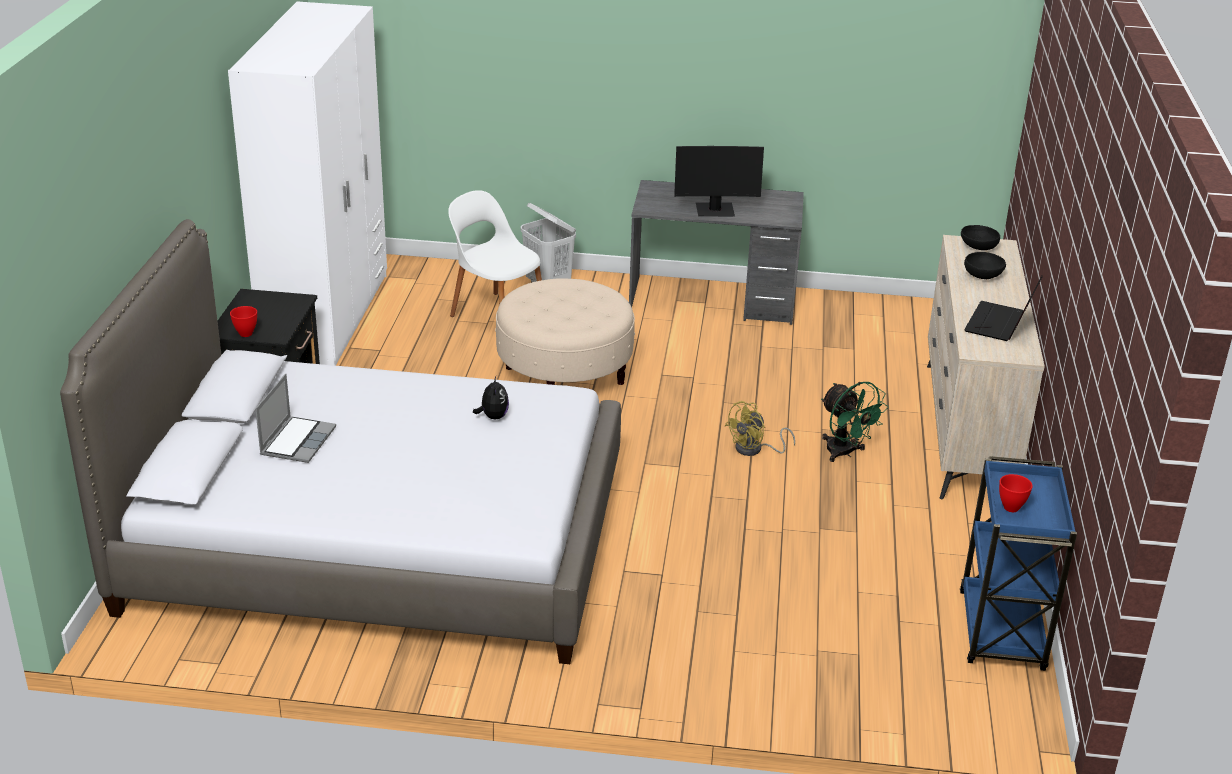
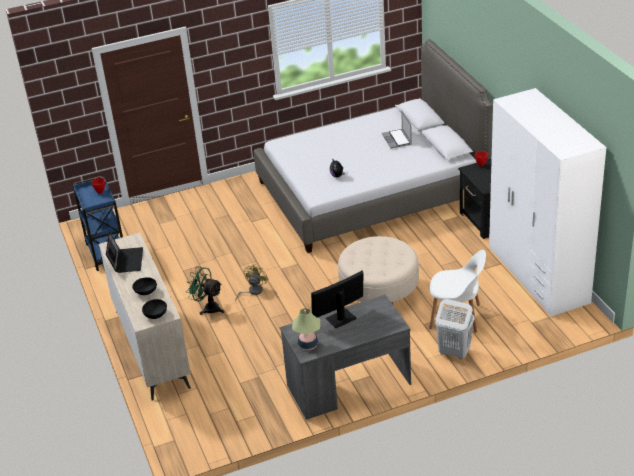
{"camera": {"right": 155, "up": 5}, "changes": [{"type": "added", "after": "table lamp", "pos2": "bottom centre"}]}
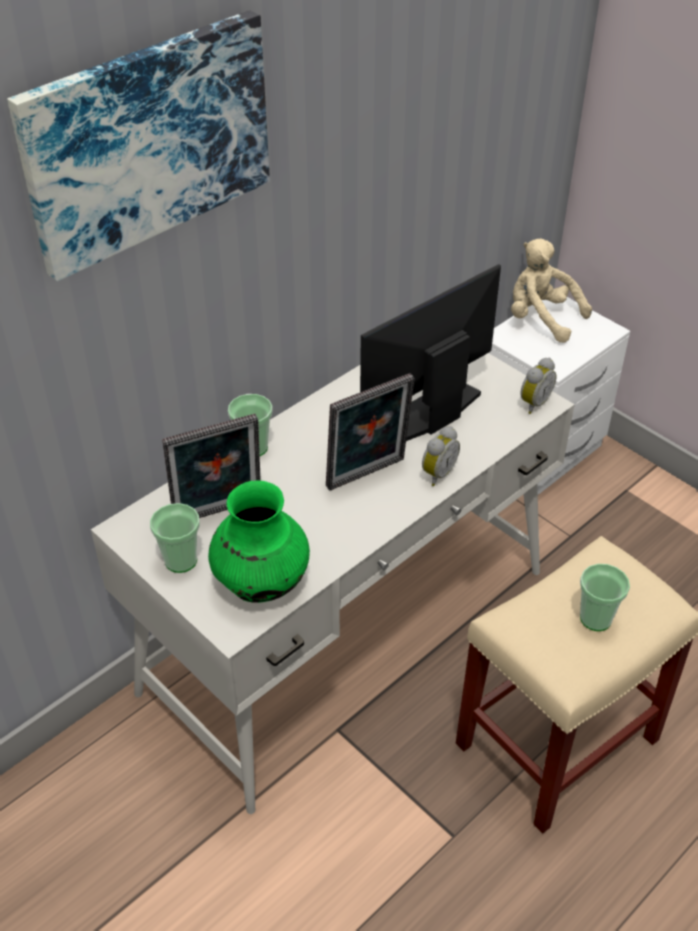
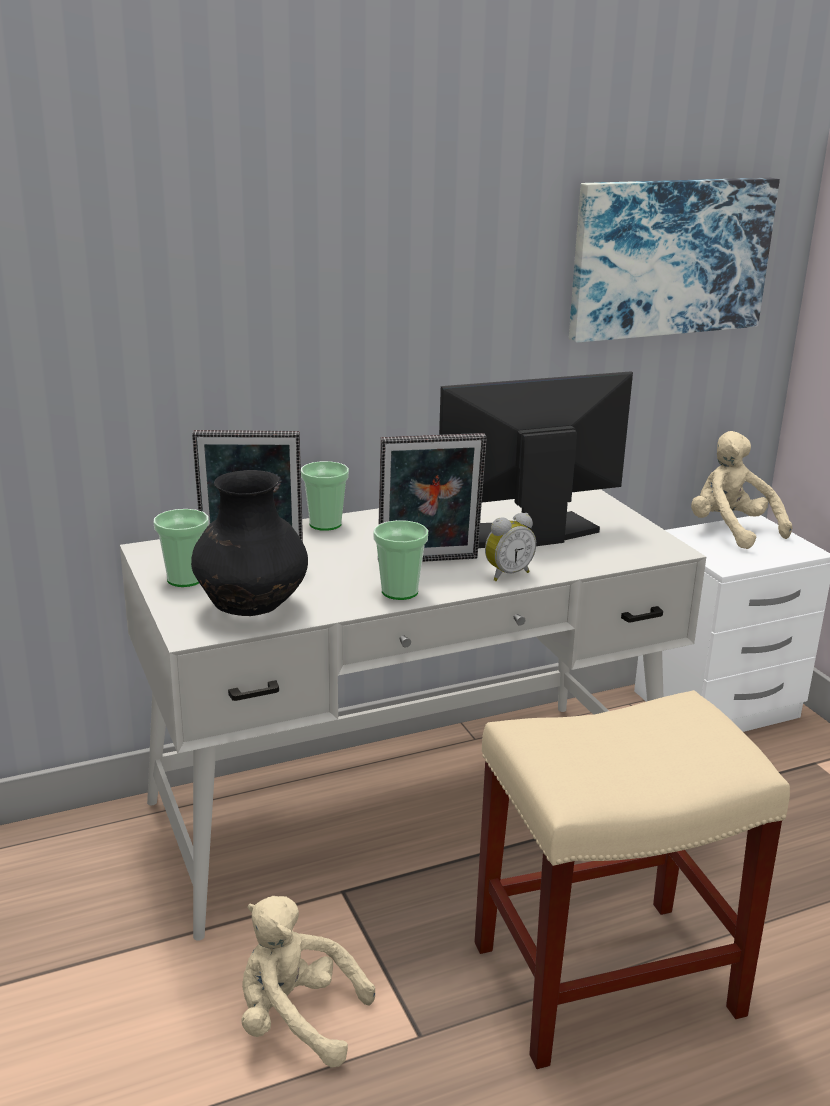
{"camera": {"right": 20, "up": -20}, "changes": [{"type": "removed", "before": "alarm clock (2nd from left)", "pos1": "middle right"}, {"type": "added", "after": "plush toy/beige (1st from left)", "pos2": "bottom centre"}, {"type": "moved", "before": "picture", "pos1": "top left", "pos2": "top right"}, {"type": "moved", "before": "cup (3rd from left)", "pos1": "middle right", "pos2": "centre"}, {"type": "recoloured", "before": "vase/green", "after": "vase/black", "pos1": "centre", "pos2": "middle left"}]}
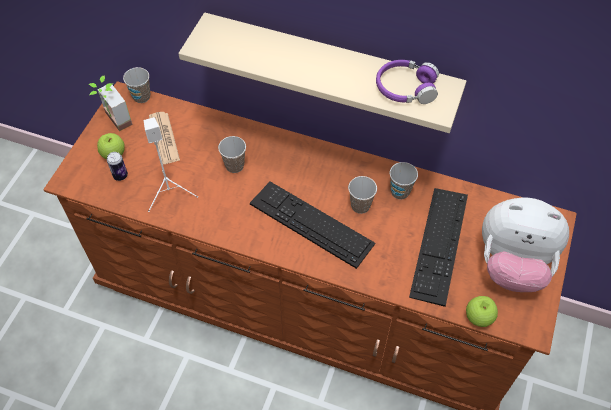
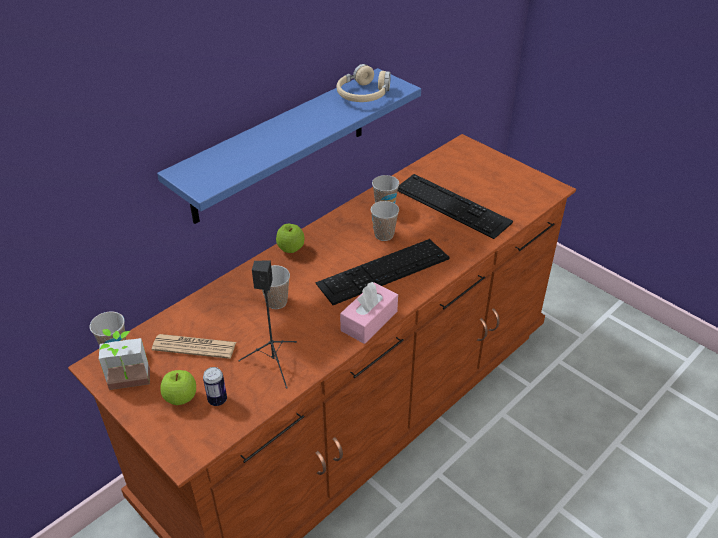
{"camera": {"right": -65, "up": -15}, "changes": [{"type": "removed", "before": "plush toy", "pos1": "middle right"}, {"type": "added", "after": "tissue box/pink", "pos2": "centre"}, {"type": "moved", "before": "apple (2nd from left)", "pos1": "bottom right", "pos2": "centre"}, {"type": "recoloured", "before": "speaker/white", "after": "speaker/black", "pos1": "middle left", "pos2": "centre"}, {"type": "recoloured", "before": "shelf/beige", "after": "shelf/blue", "pos1": "top centre", "pos2": "top centre"}, {"type": "recoloured", "before": "headphones/purple", "after": "headphones/beige", "pos1": "top centre", "pos2": "top centre"}]}
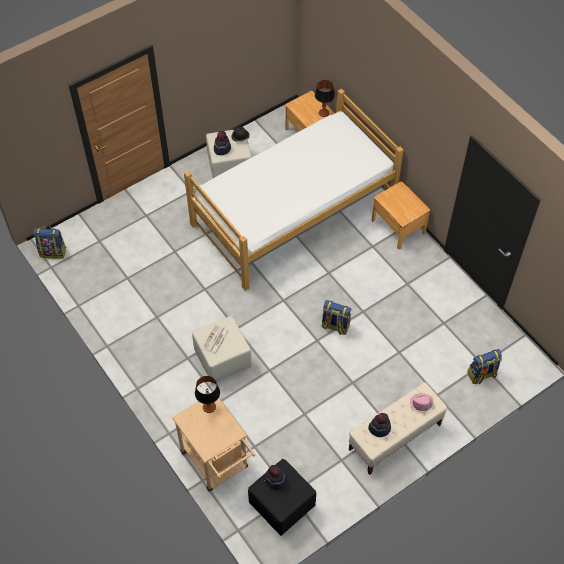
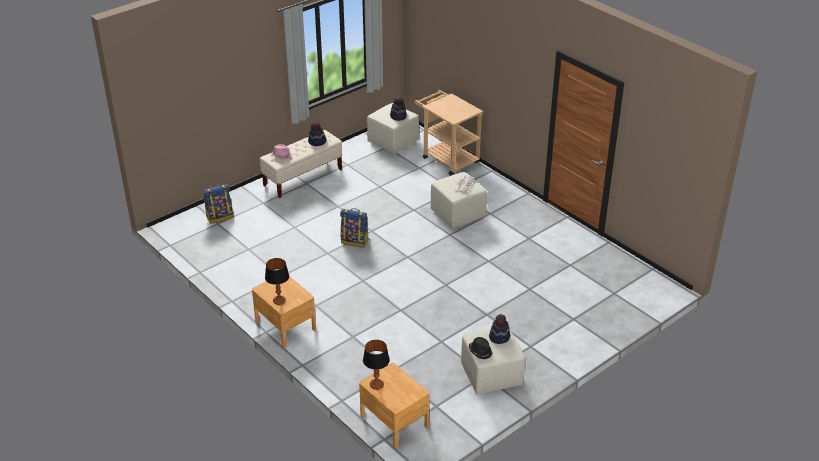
{"camera": {"right": 175, "up": -20}, "changes": [{"type": "removed", "before": "backpack (1st from left)", "pos1": "middle left"}, {"type": "removed", "before": "bed", "pos1": "centre"}, {"type": "moved", "before": "table lamp (1st from left)", "pos1": "bottom centre", "pos2": "centre"}, {"type": "recoloured", "before": "ottoman/black", "after": "ottoman/beige (1st from left)", "pos1": "bottom centre", "pos2": "top centre"}]}
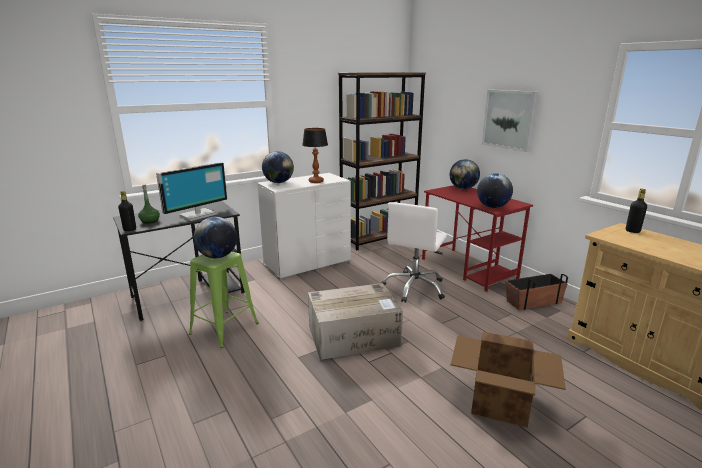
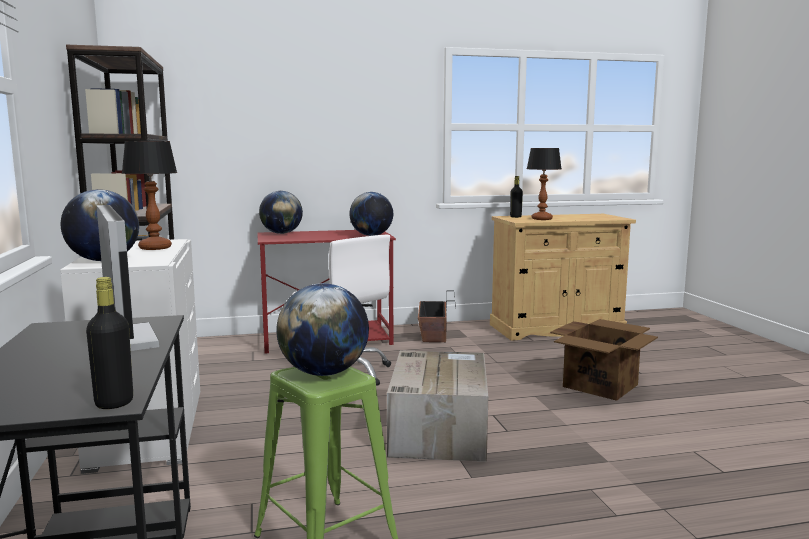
{"camera": {"right": -70, "up": -10}, "changes": [{"type": "removed", "before": "bottle/green", "pos1": "middle left"}, {"type": "removed", "before": "picture", "pos1": "top right"}, {"type": "added", "after": "table lamp (2nd from left)", "pos2": "middle right"}]}
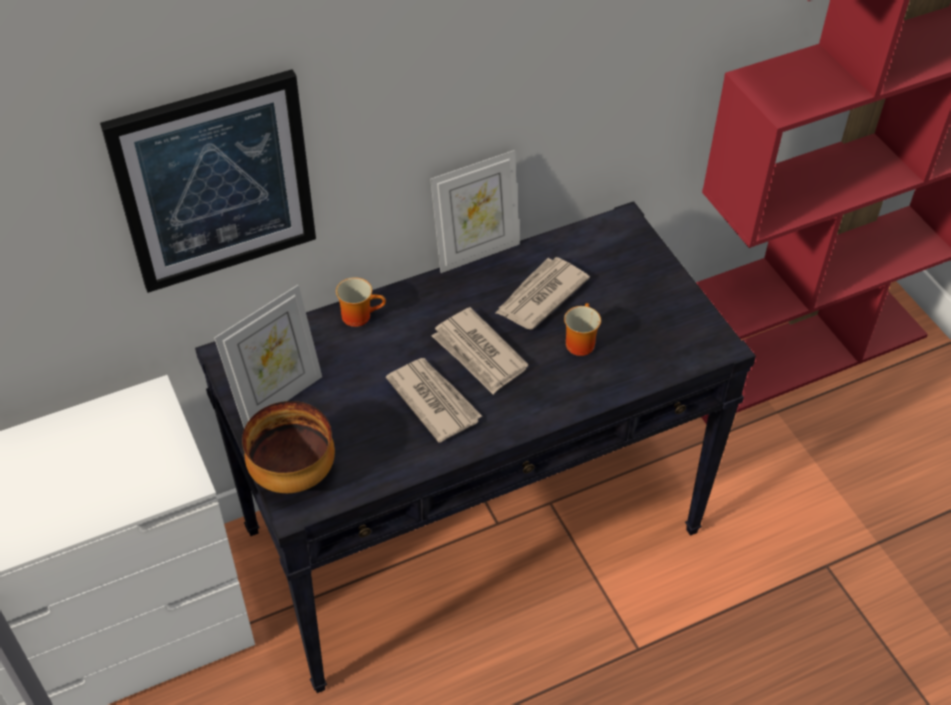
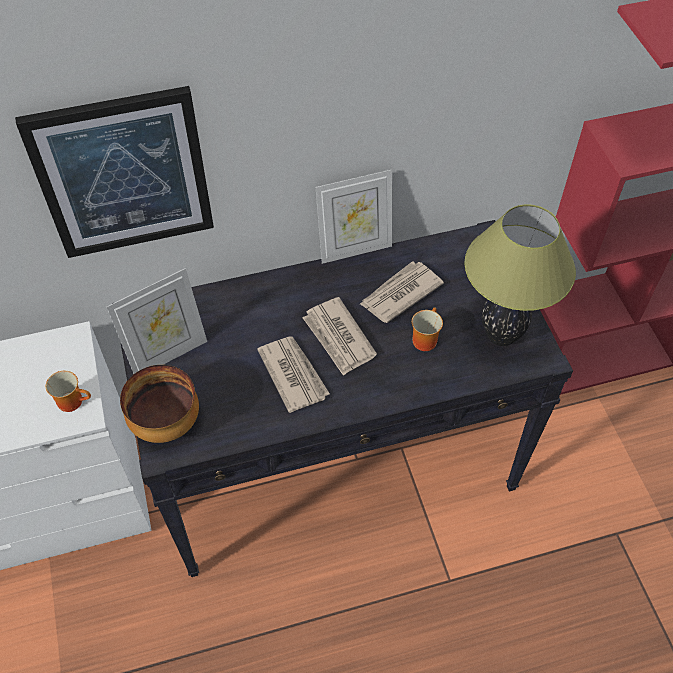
{"camera": {"right": 10, "up": 5}, "changes": [{"type": "added", "after": "table lamp", "pos2": "middle right"}, {"type": "moved", "before": "mug (1st from left)", "pos1": "centre", "pos2": "middle left"}]}
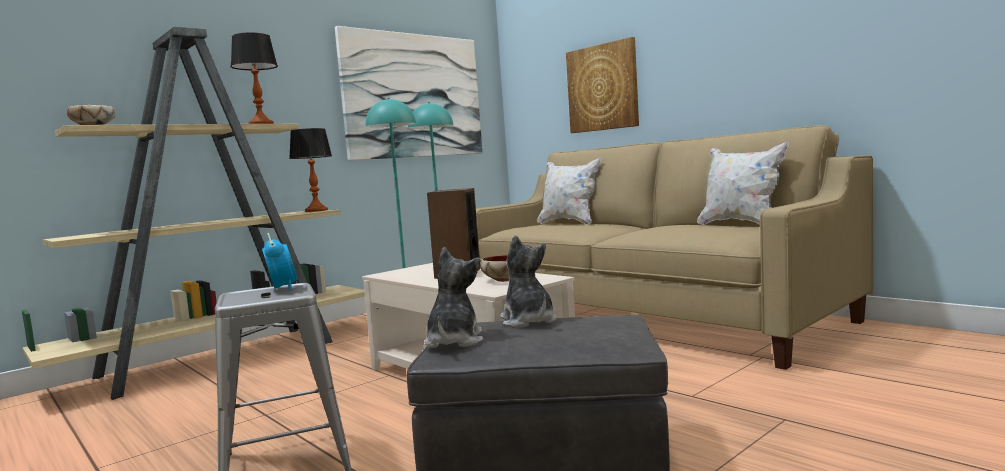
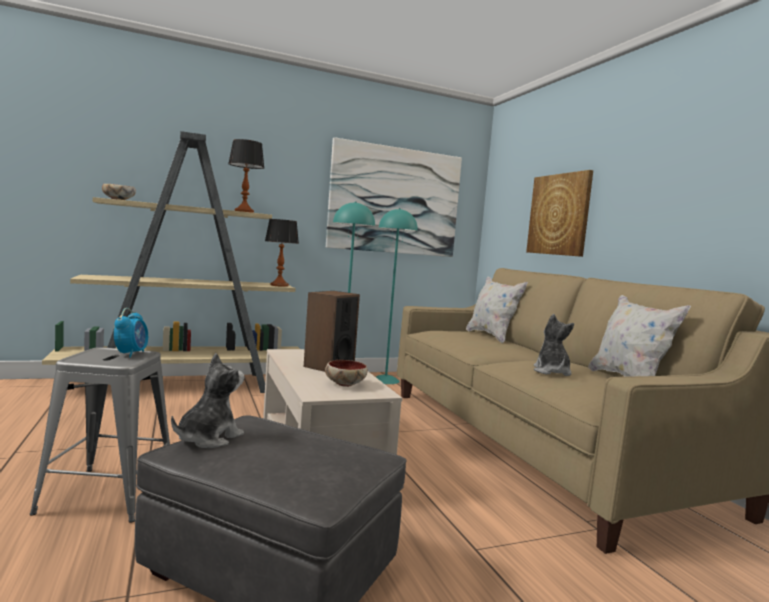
{"camera": {"right": 20, "up": 0}, "changes": [{"type": "moved", "before": "plush toy (2nd from left)", "pos1": "centre", "pos2": "middle right"}]}
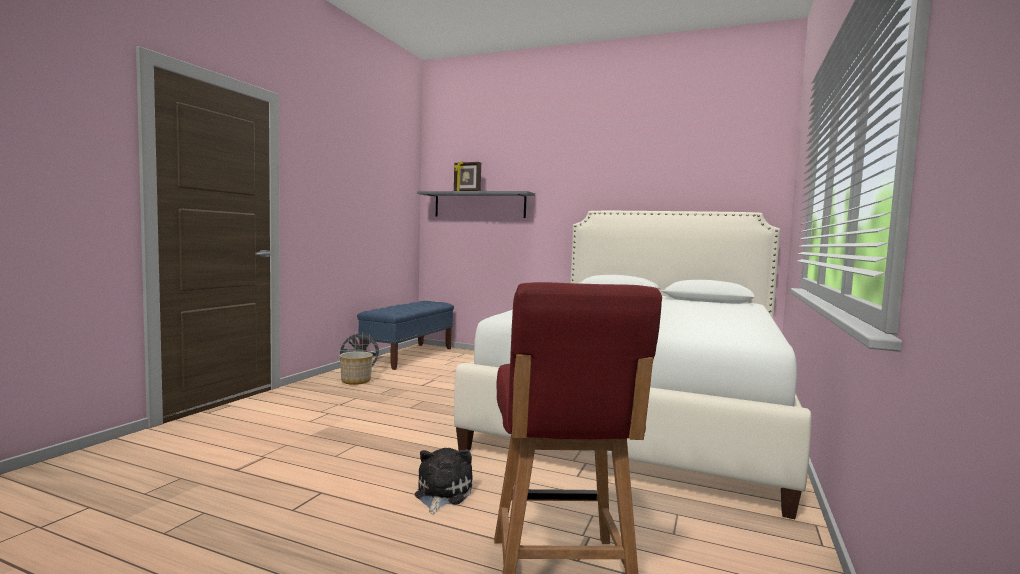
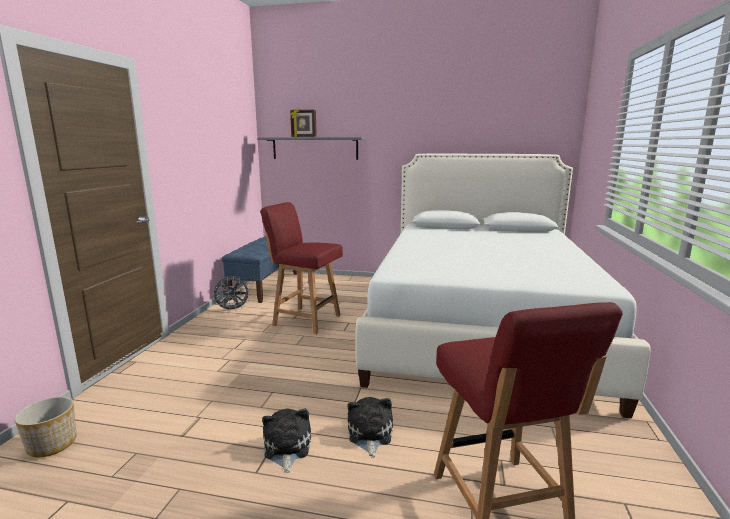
{"camera": {"right": -10, "up": 10}, "changes": [{"type": "added", "after": "chair/red (1st from left)", "pos2": "centre"}, {"type": "added", "after": "plush toy (1st from left)", "pos2": "bottom centre"}, {"type": "moved", "before": "planter", "pos1": "centre", "pos2": "bottom left"}]}
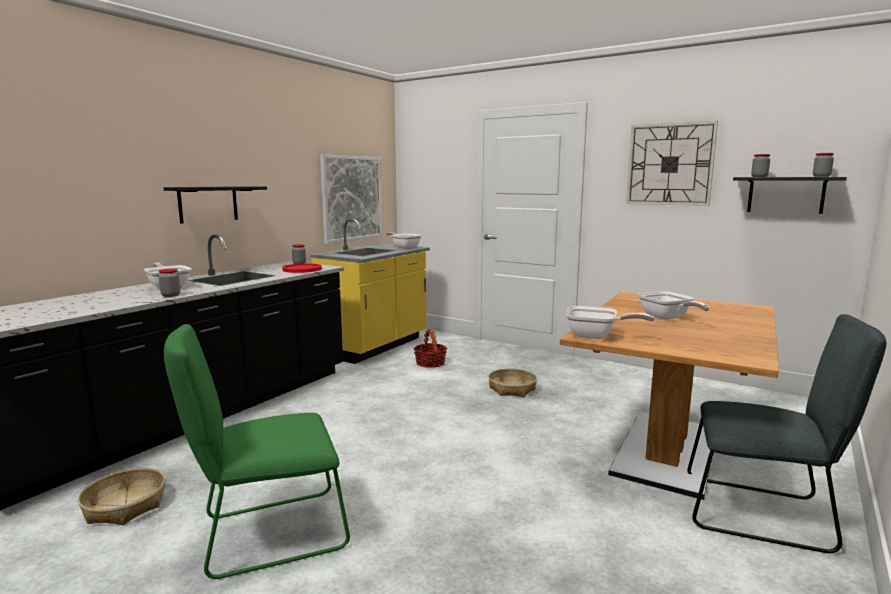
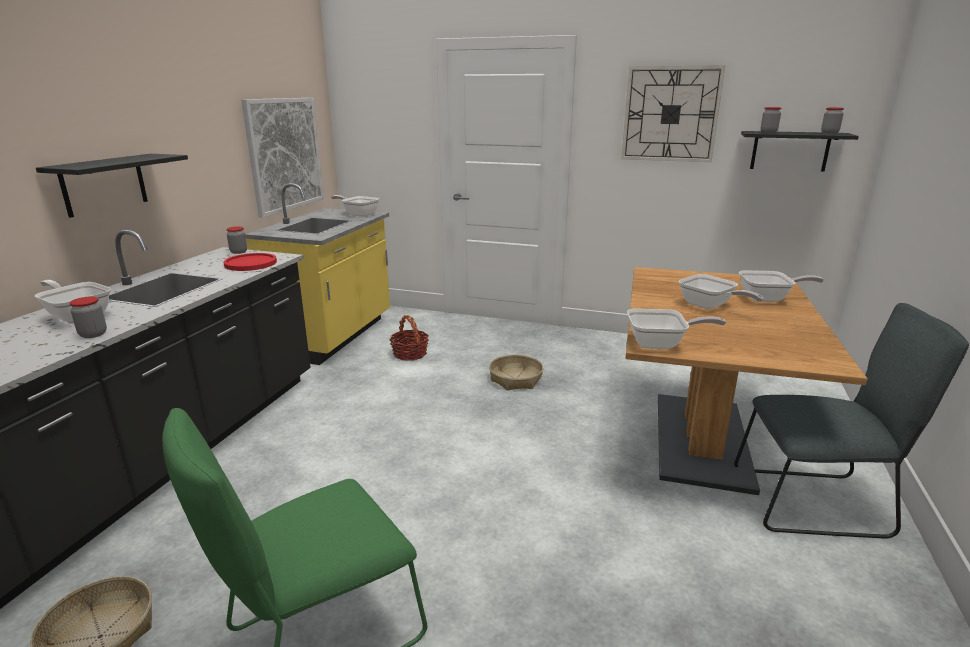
{"camera": {"right": -15, "up": 10}, "changes": [{"type": "added", "after": "frying pan (5th from left)", "pos2": "middle right"}]}
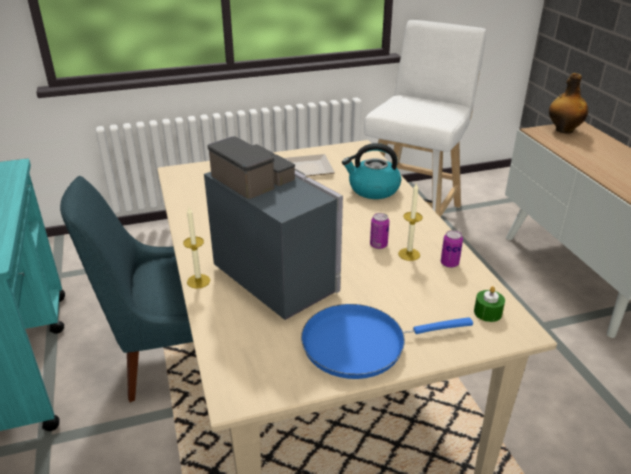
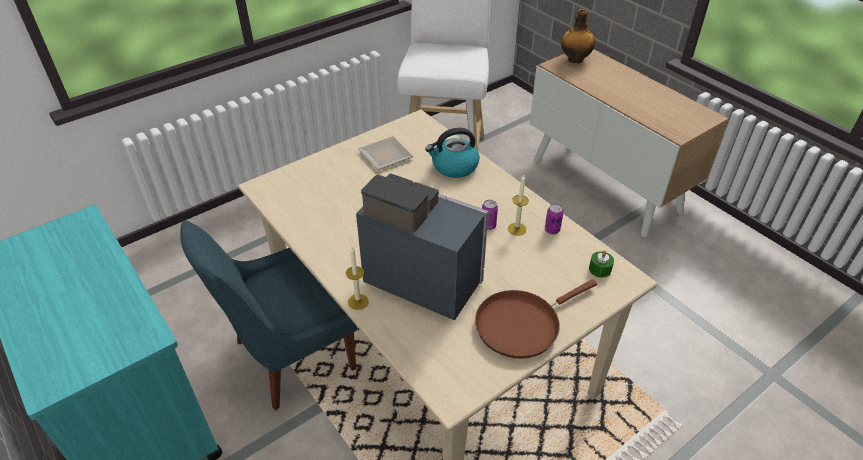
{"camera": {"right": -20, "up": 10}, "changes": [{"type": "recoloured", "before": "frying pan/blue", "after": "frying pan/brown", "pos1": "bottom centre", "pos2": "bottom centre"}]}
